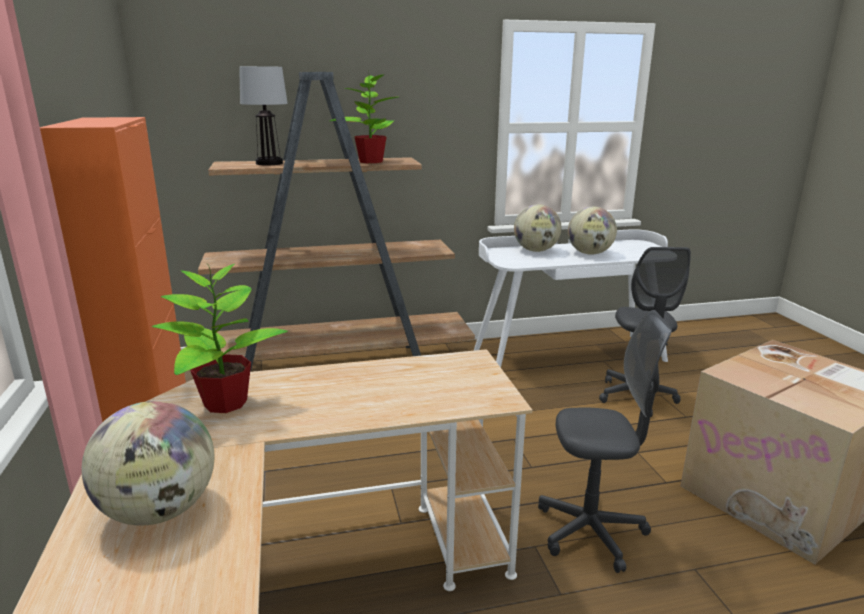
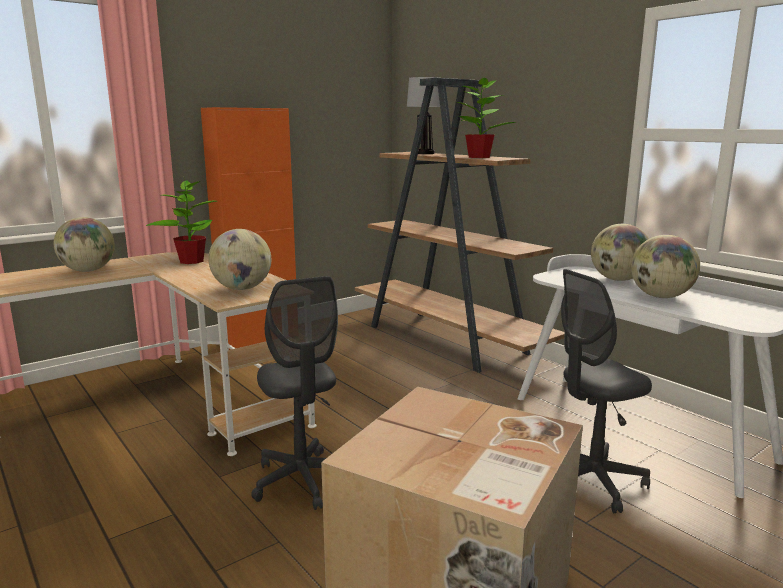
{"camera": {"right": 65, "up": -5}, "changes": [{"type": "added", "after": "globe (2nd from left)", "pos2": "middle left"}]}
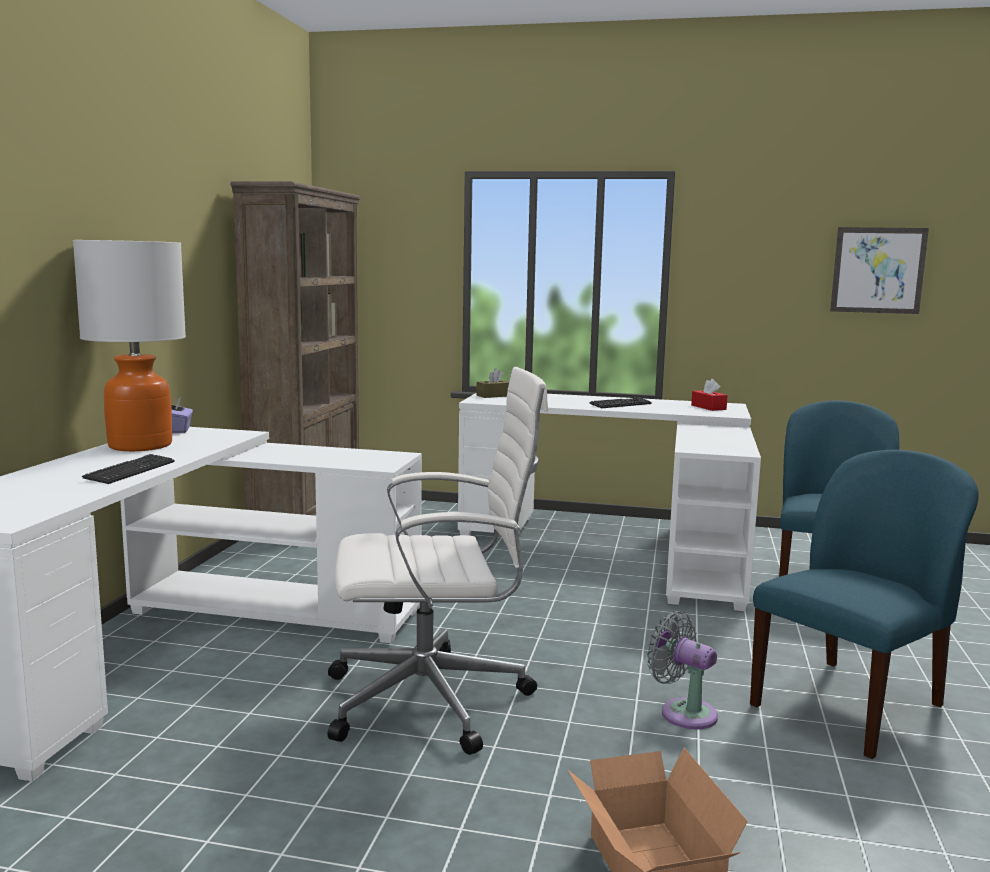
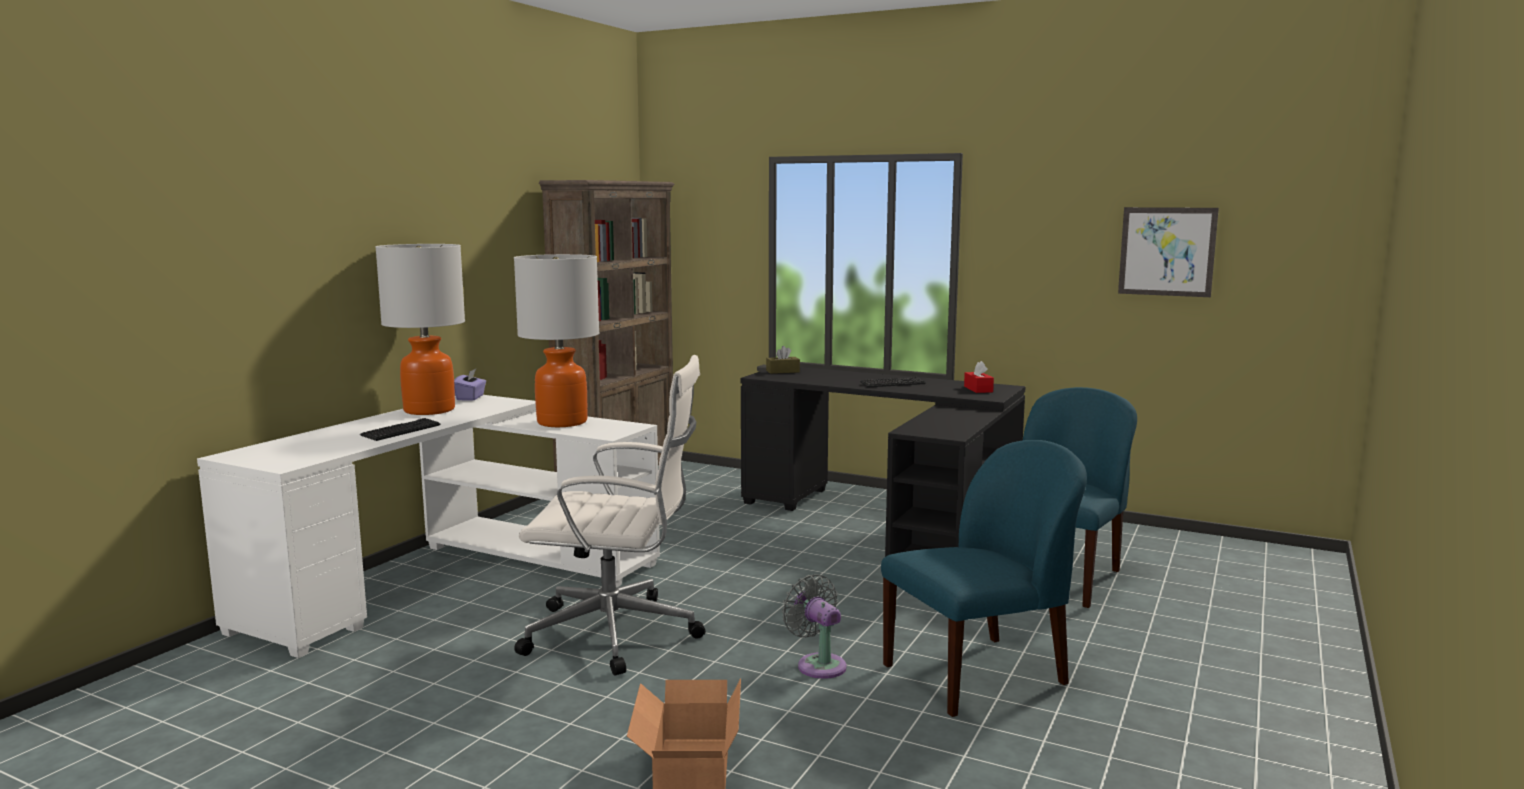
{"camera": {"right": 15, "up": 0}, "changes": [{"type": "added", "after": "table lamp (2nd from left)", "pos2": "centre"}, {"type": "recoloured", "before": "desk/white (2nd from left)", "after": "desk/black", "pos1": "centre", "pos2": "centre"}]}
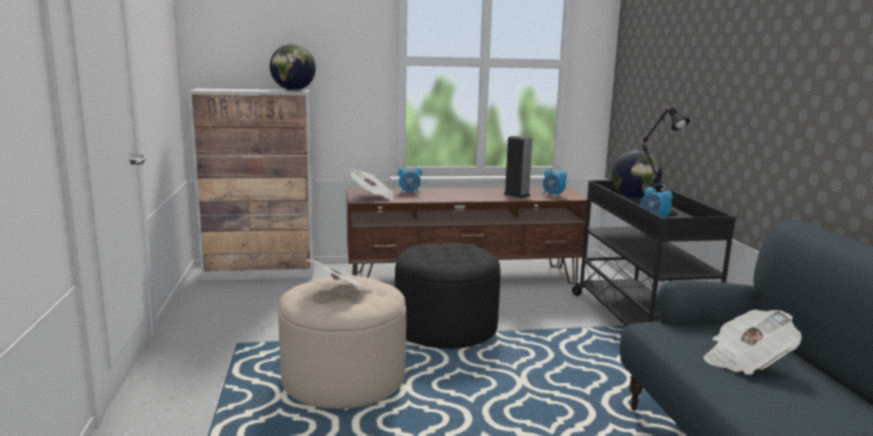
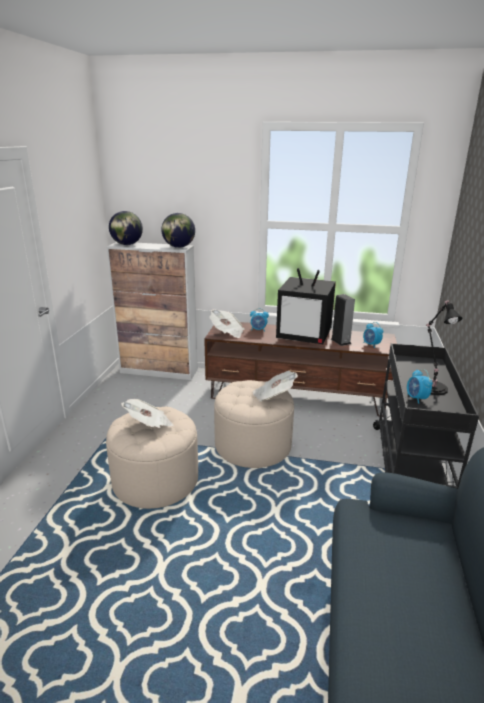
{"camera": {"right": 20, "up": 10}, "changes": [{"type": "added", "after": "television", "pos2": "centre"}, {"type": "moved", "before": "globe (2nd from left in the first image)", "after": "globe (1st from left)", "pos1": "middle right", "pos2": "top left"}, {"type": "moved", "before": "newspaper (3rd from left)", "pos1": "bottom right", "pos2": "centre"}, {"type": "recoloured", "before": "ottoman/black", "after": "ottoman/beige (2nd from left)", "pos1": "bottom centre", "pos2": "centre"}]}
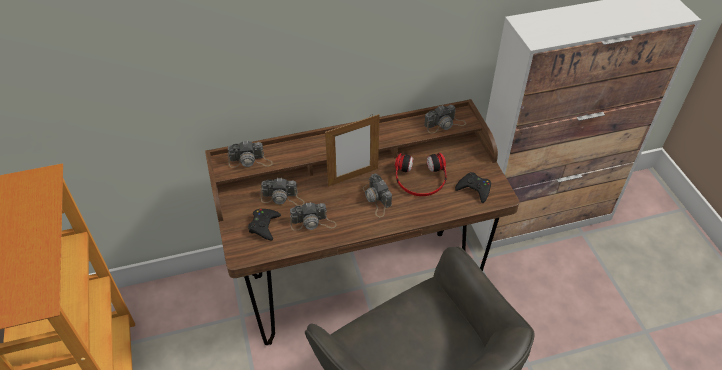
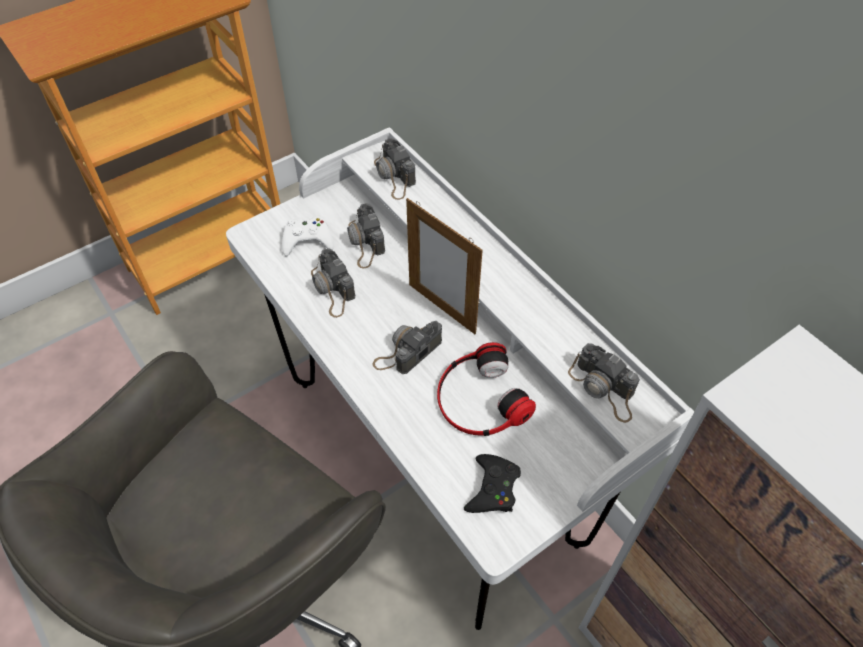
{"camera": {"right": 70, "up": 5}, "changes": [{"type": "recoloured", "before": "desk/brown", "after": "desk/white", "pos1": "centre", "pos2": "centre"}, {"type": "recoloured", "before": "game controller/black (1st from left)", "after": "game controller/white", "pos1": "centre", "pos2": "centre"}]}
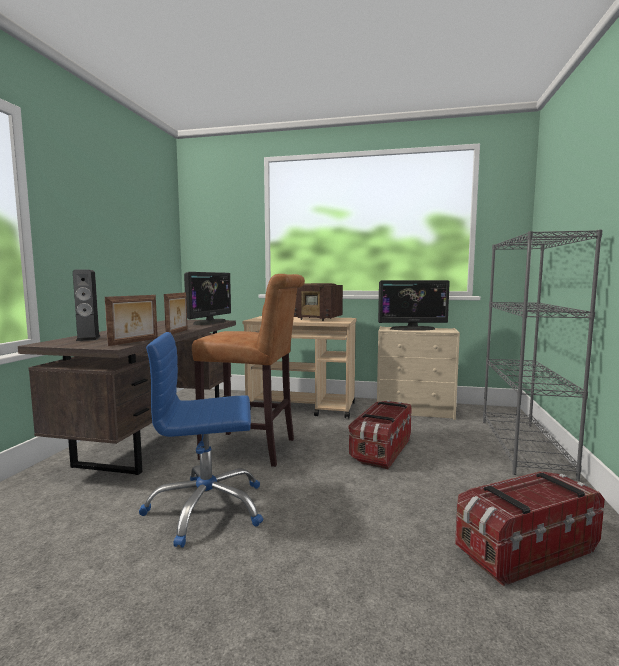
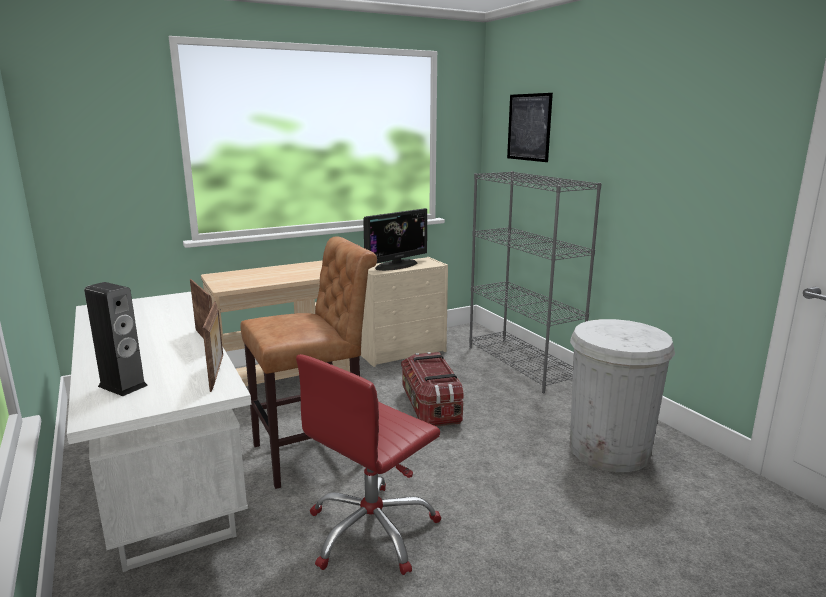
{"camera": {"right": -40, "up": 10}, "changes": [{"type": "removed", "before": "monitor (1st from left)", "pos1": "centre"}, {"type": "removed", "before": "radio", "pos1": "centre"}, {"type": "added", "after": "picture", "pos2": "top centre"}, {"type": "replaced", "before": "storage box (2nd from left)", "after": "trash can/white", "pos1": "bottom right", "pos2": "middle right"}, {"type": "recoloured", "before": "desk/brown", "after": "desk/white", "pos1": "middle left", "pos2": "bottom left"}, {"type": "recoloured", "before": "office chair/blue", "after": "office chair/red", "pos1": "middle left", "pos2": "bottom centre"}]}
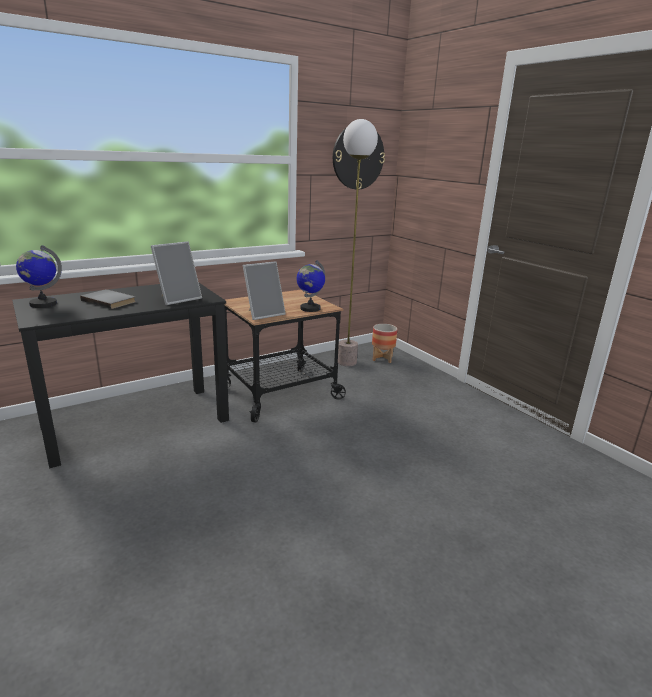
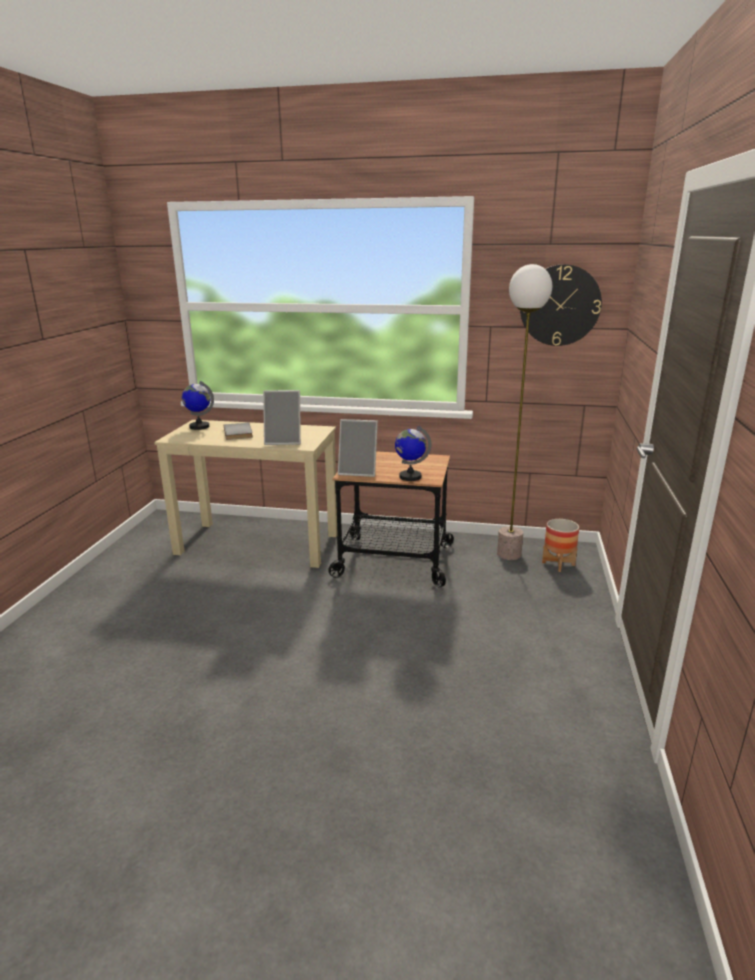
{"camera": {"right": 45, "up": 0}, "changes": [{"type": "recoloured", "before": "desk/black", "after": "desk/beige", "pos1": "middle left", "pos2": "middle left"}]}
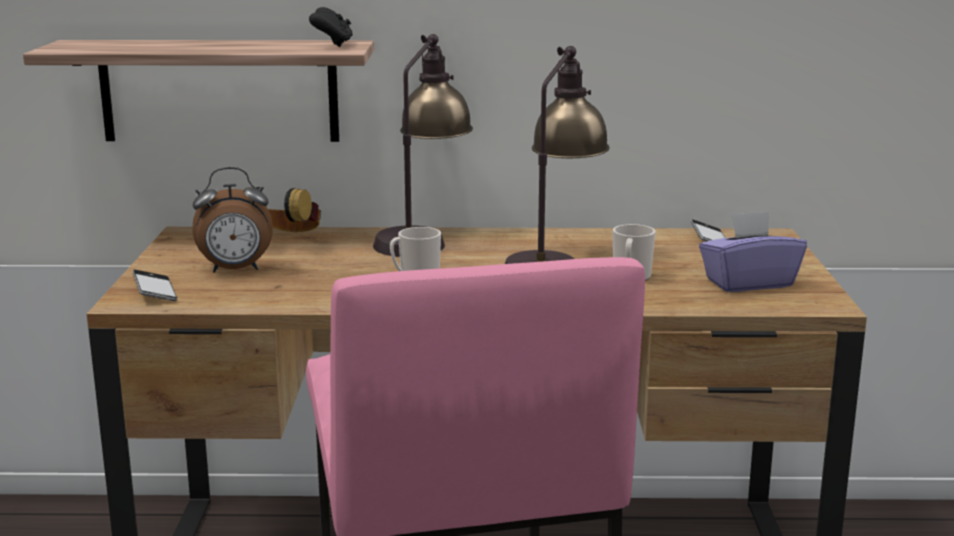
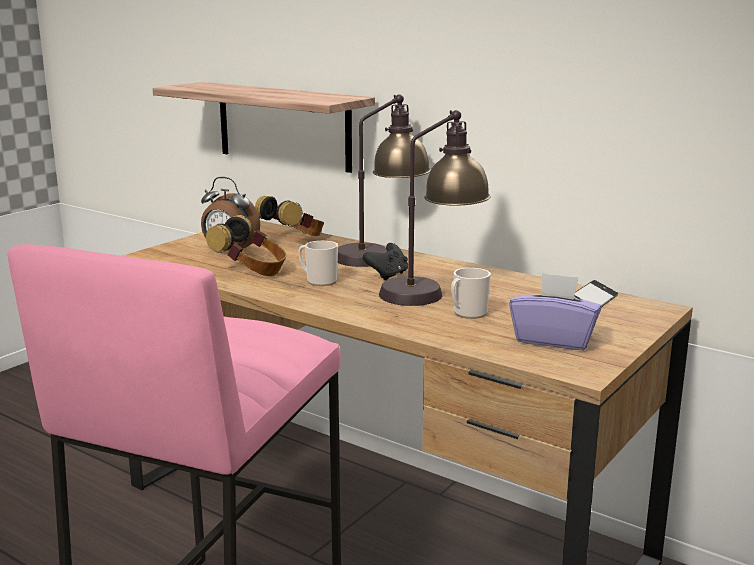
{"camera": {"right": 35, "up": 0}, "changes": [{"type": "removed", "before": "phone (1st from left)", "pos1": "middle left"}, {"type": "added", "after": "headphones (1st from left)", "pos2": "middle left"}, {"type": "moved", "before": "game controller/black", "pos1": "top centre", "pos2": "centre"}]}
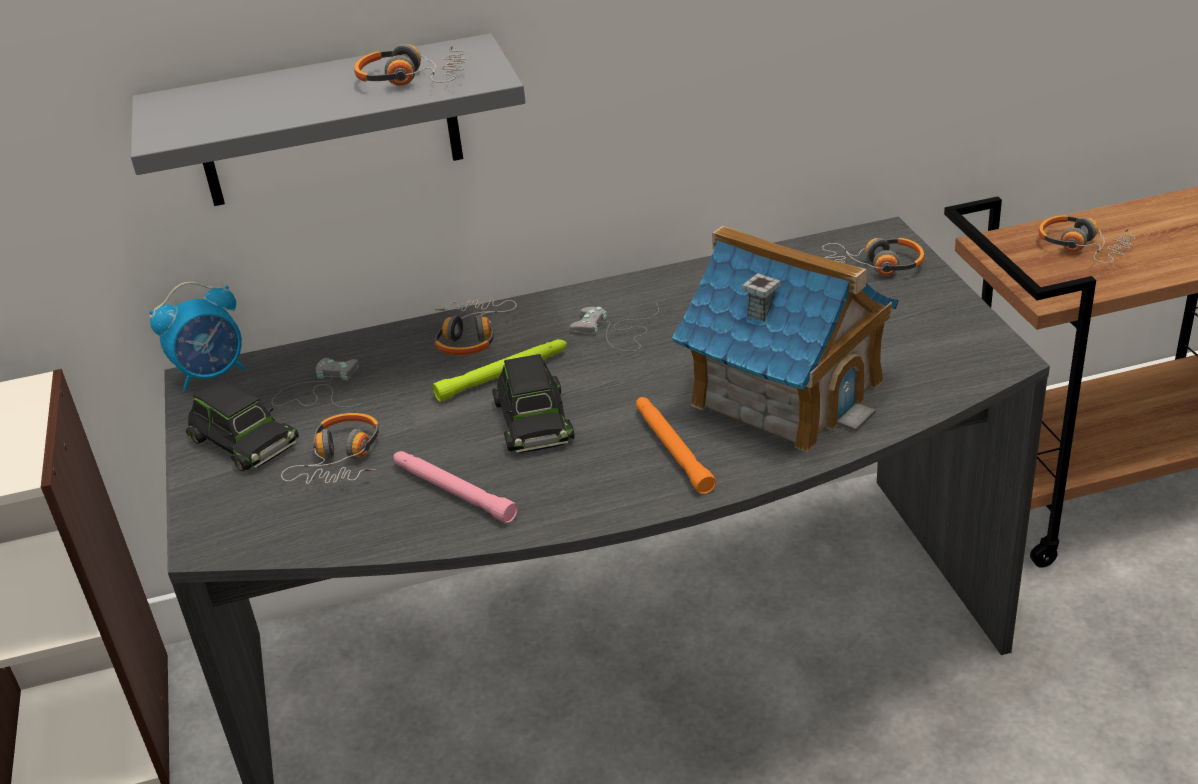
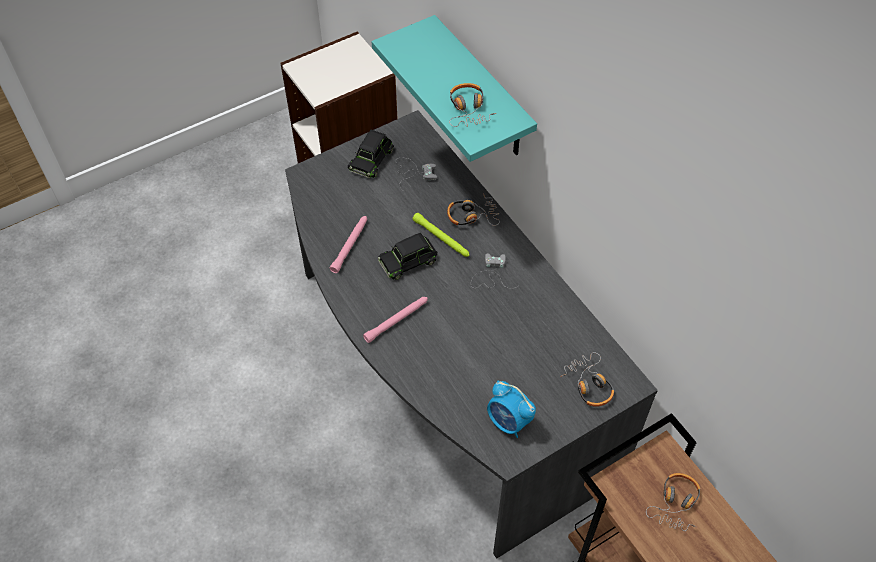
{"camera": {"right": 70, "up": 20}, "changes": [{"type": "removed", "before": "headphones (1st from left)", "pos1": "middle left"}, {"type": "removed", "before": "toy house", "pos1": "centre"}, {"type": "moved", "before": "alarm clock", "pos1": "middle left", "pos2": "bottom centre"}, {"type": "recoloured", "before": "shelf/grey", "after": "shelf/turquoise", "pos1": "top left", "pos2": "top centre"}, {"type": "recoloured", "before": "flashlight/orange", "after": "flashlight/pink (2nd from left)", "pos1": "centre", "pos2": "centre"}]}
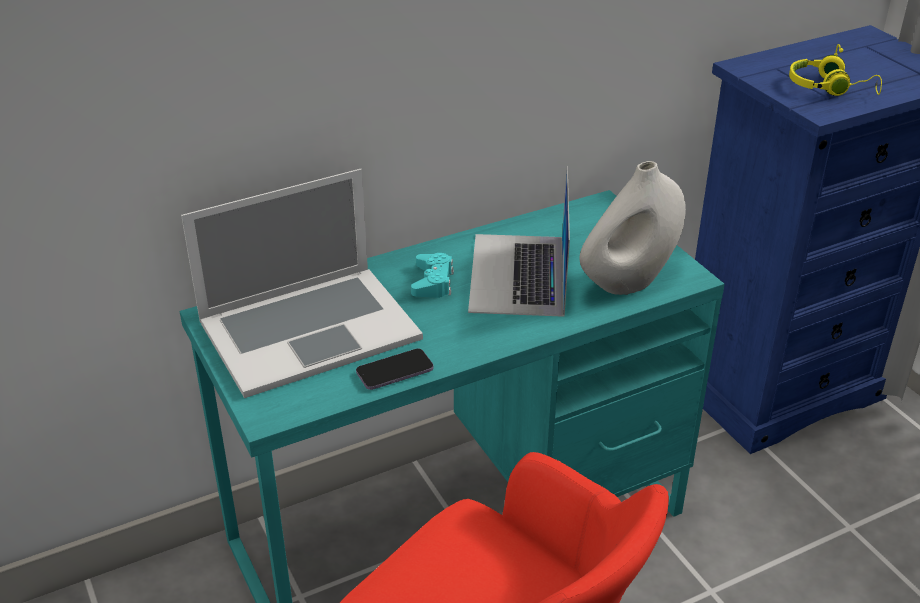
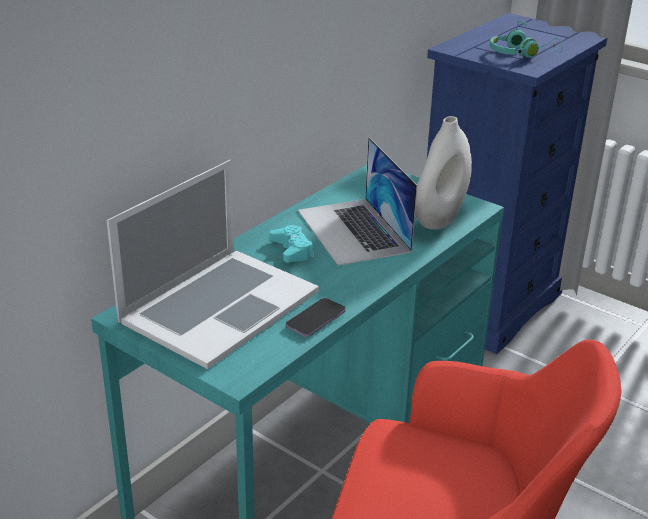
{"camera": {"right": -25, "up": -5}, "changes": [{"type": "recoloured", "before": "headphones/yellow", "after": "headphones/turquoise", "pos1": "top right", "pos2": "top right"}]}
